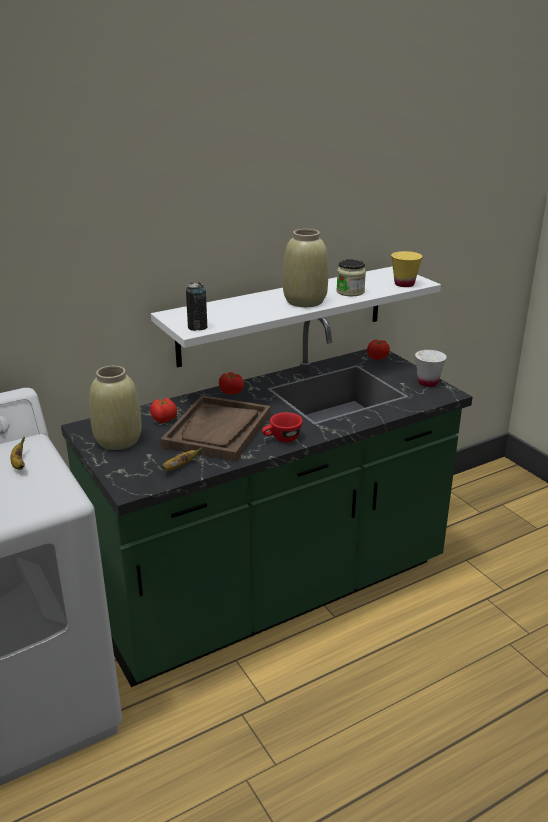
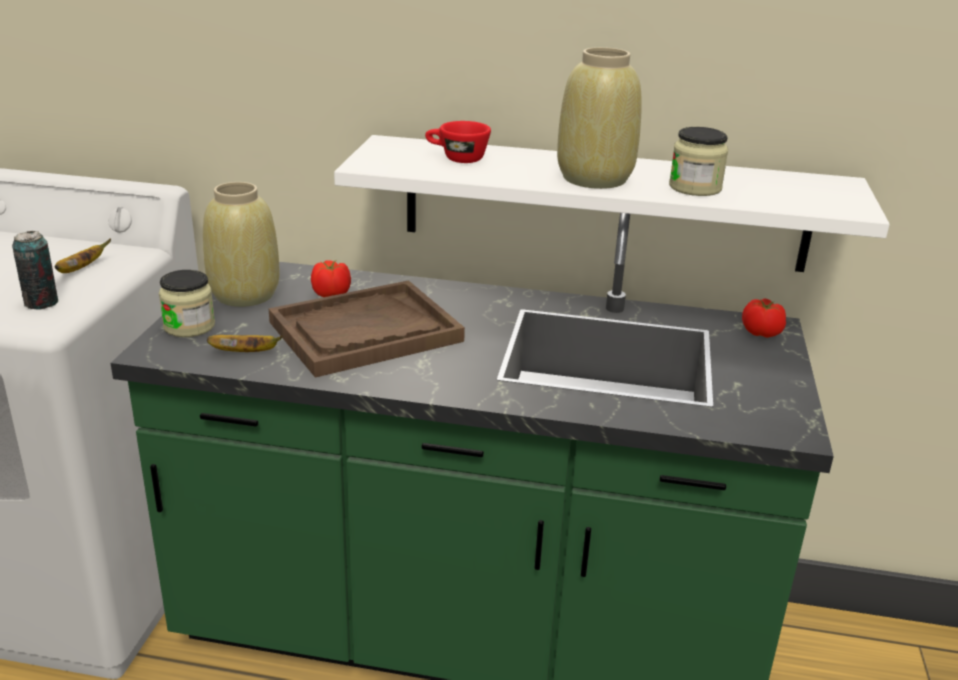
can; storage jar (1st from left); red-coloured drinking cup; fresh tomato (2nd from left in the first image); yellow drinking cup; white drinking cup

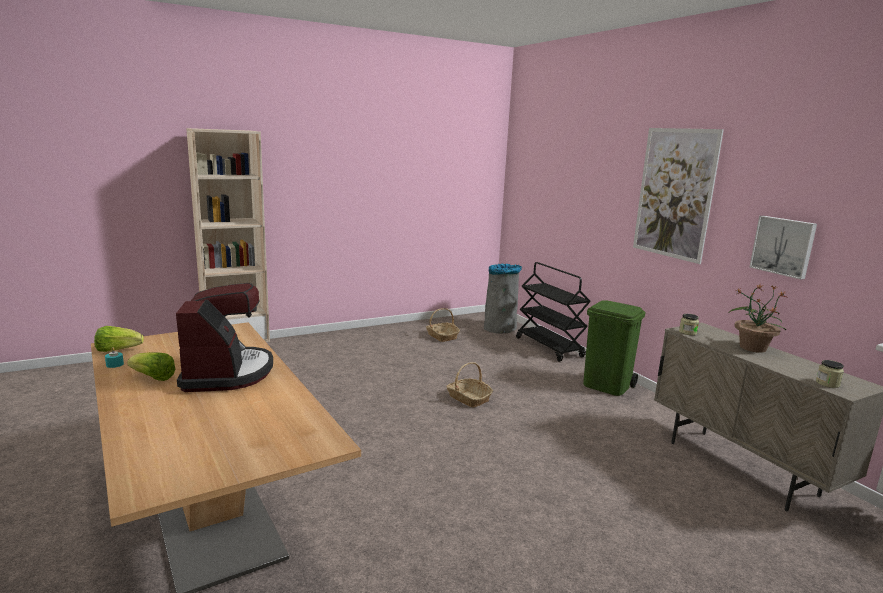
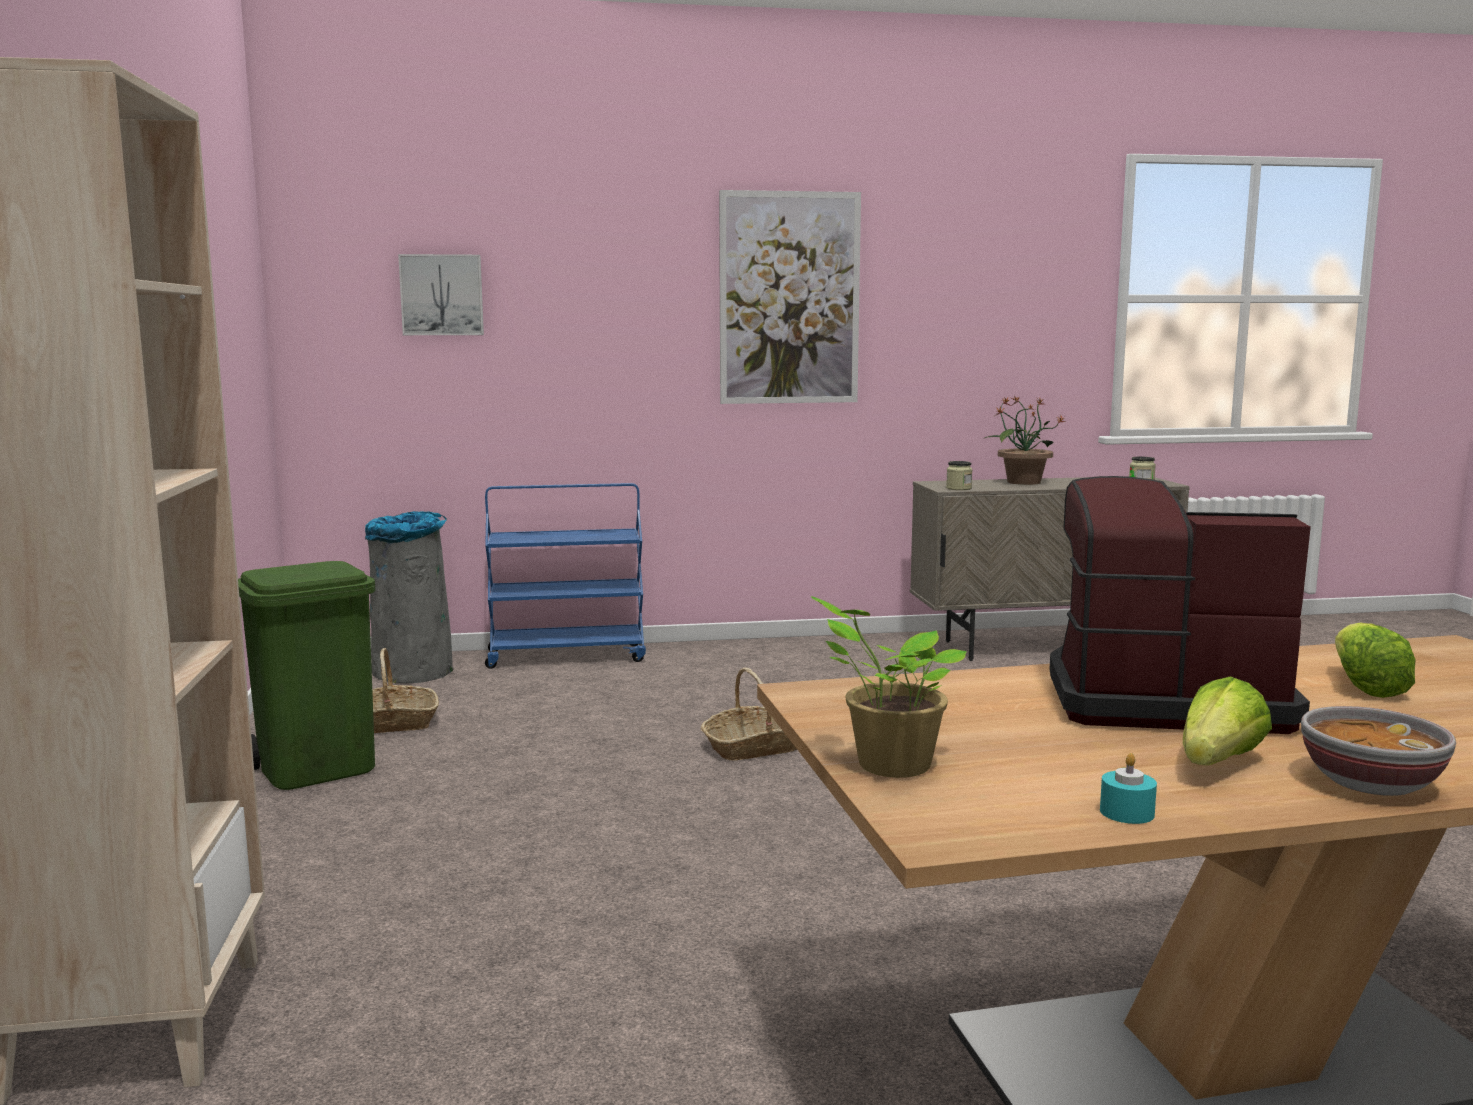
green-coloured rubbish bin; picture (1st from left); blue-coloured cart; houseplant (1st from left); serving bowl; head of lettuce (2nd from left)

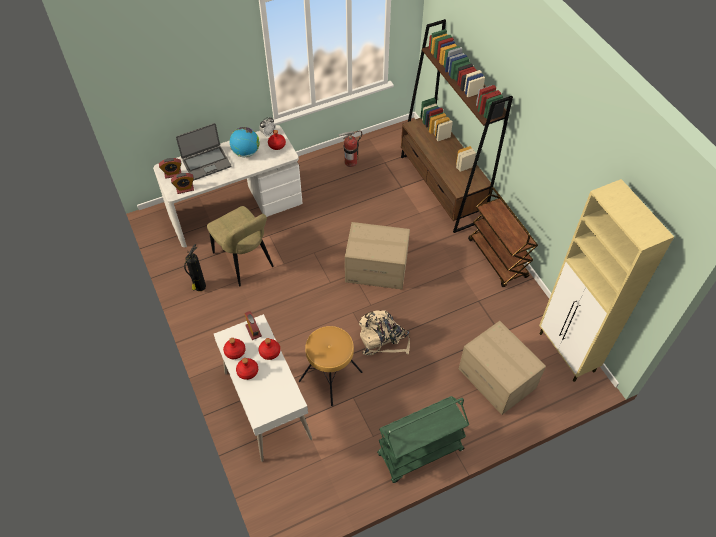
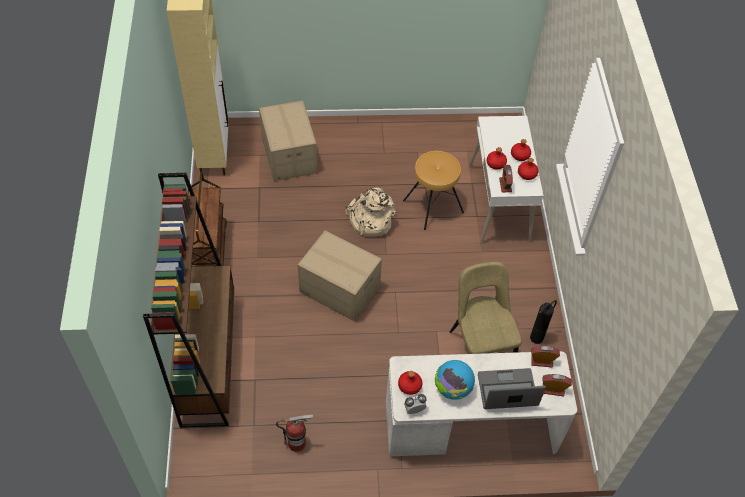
green-coloured cart

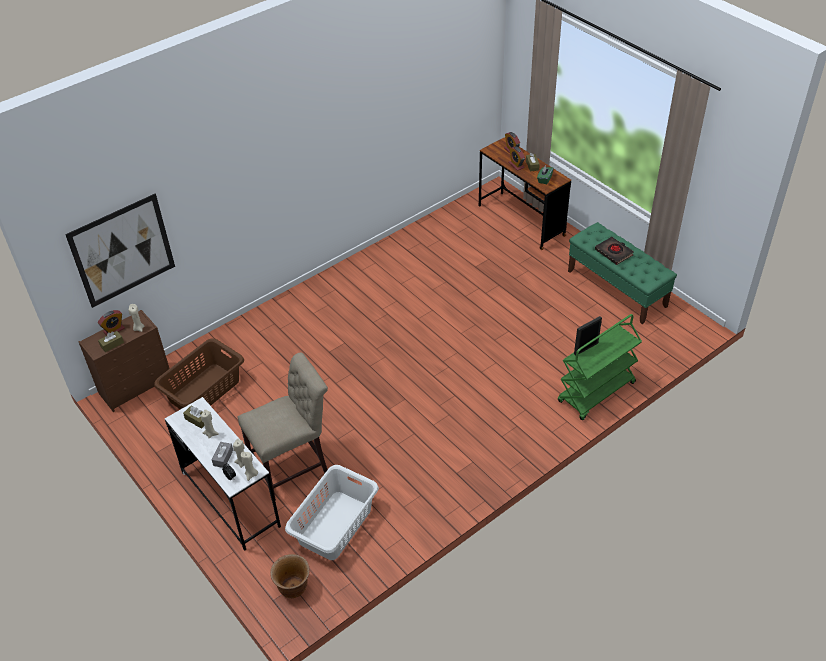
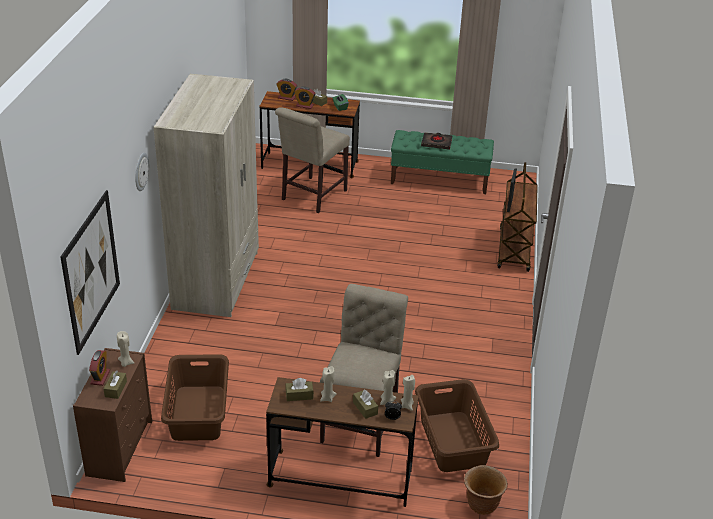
clock on the wall; sand-coloured wardrobe; brown-coloured desk table (2nd from left); sand-coloured plain chair (1st from left); brown-coloured box of tissues (4th from left); brown-coloured laundry basket (2nd from left); brown-coloured cart

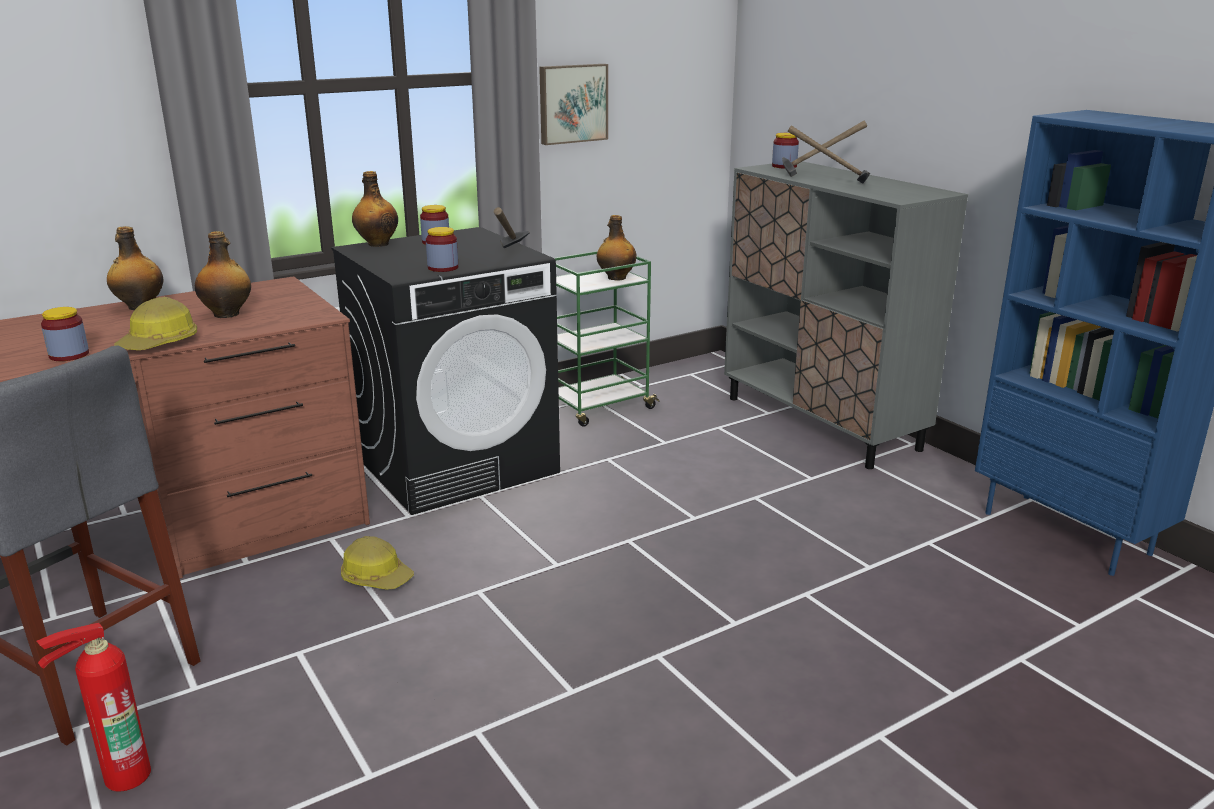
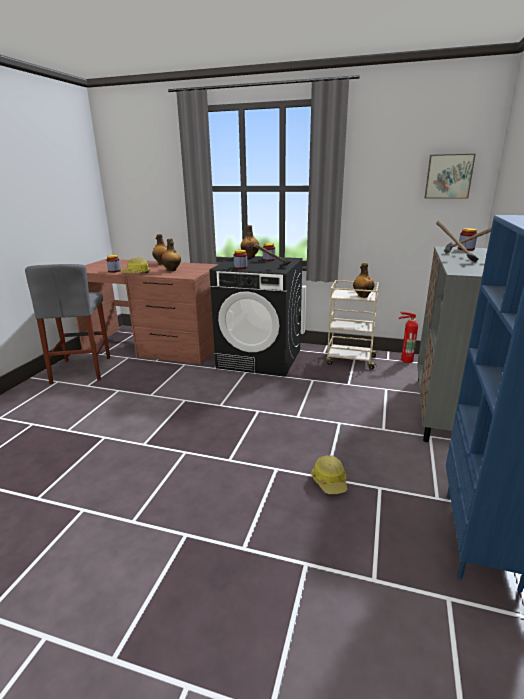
hard hat (2nd from left); sand-coloured cart; extinguisher; picture

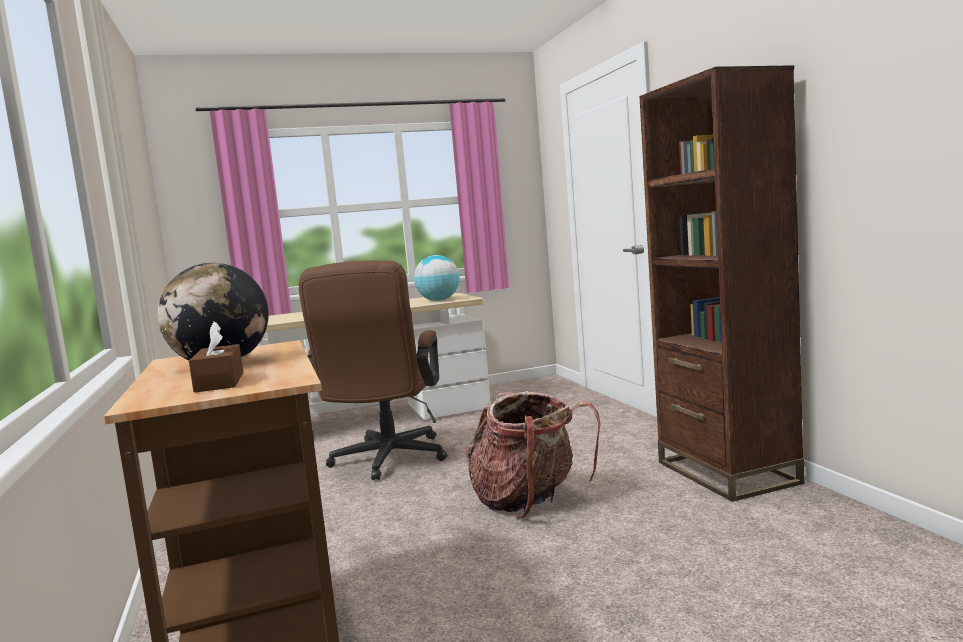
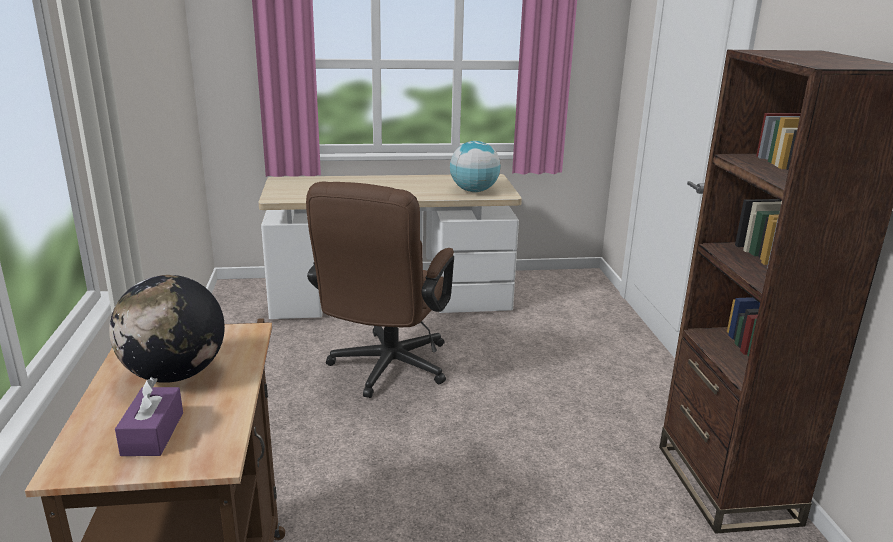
purplish box of tissues; knapsack

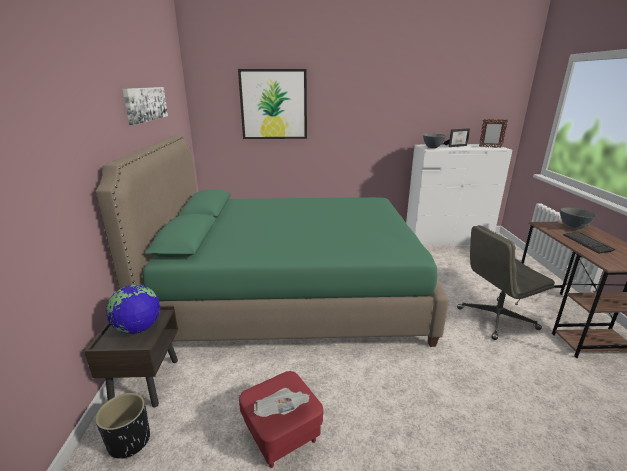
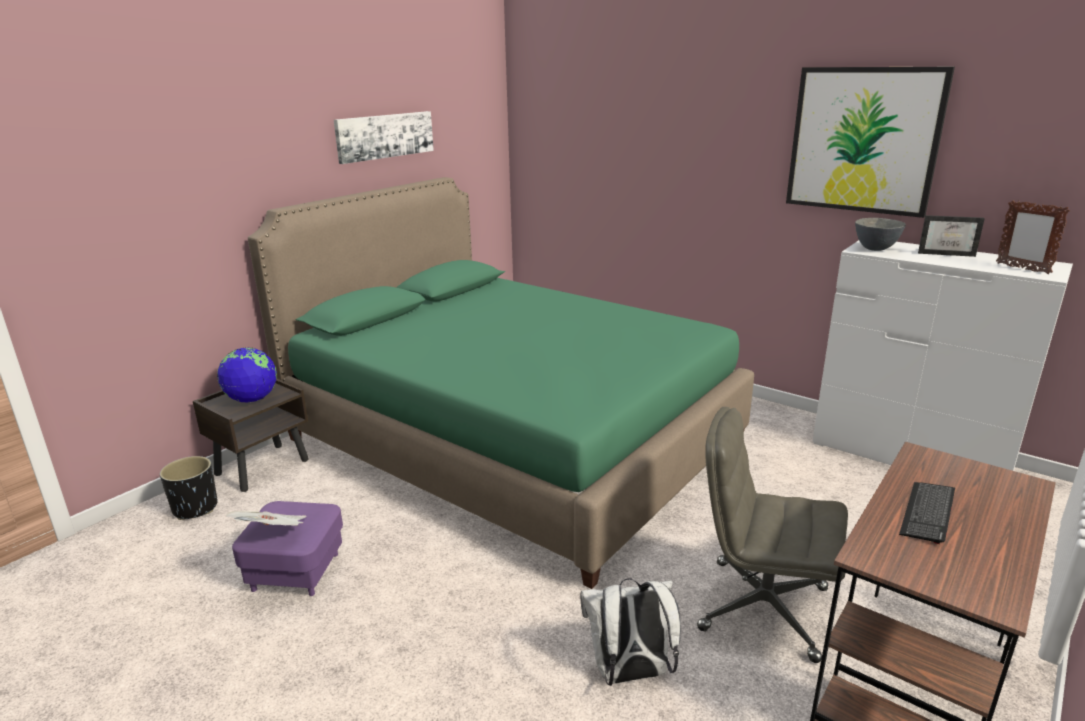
purplish footrest; white knapsack; picture (2nd from left); grey serving bowl (2nd from left in the first image)

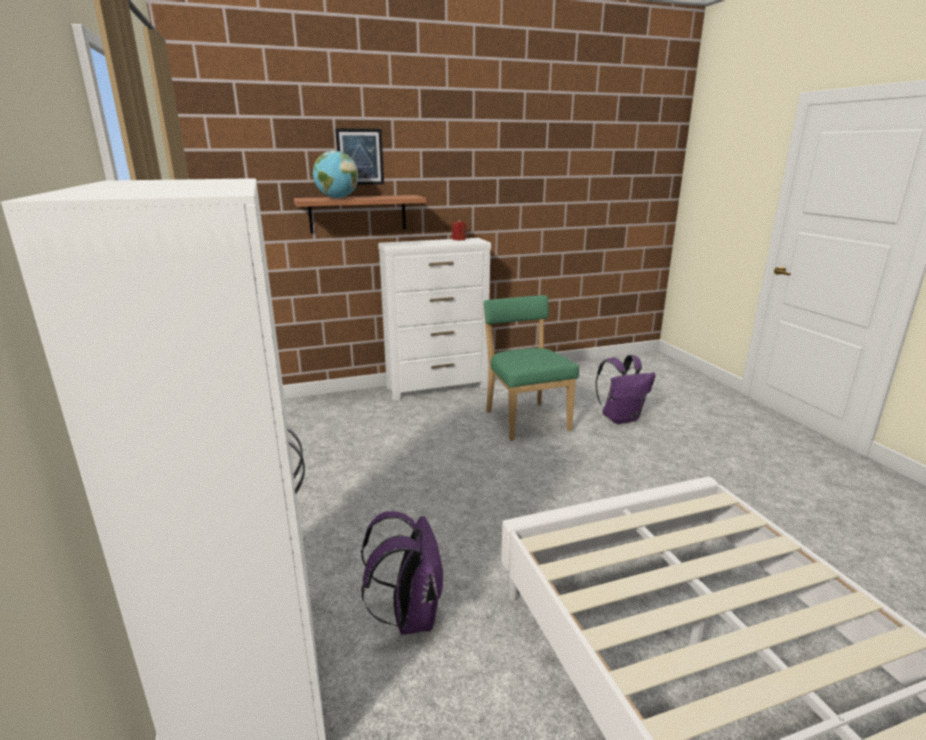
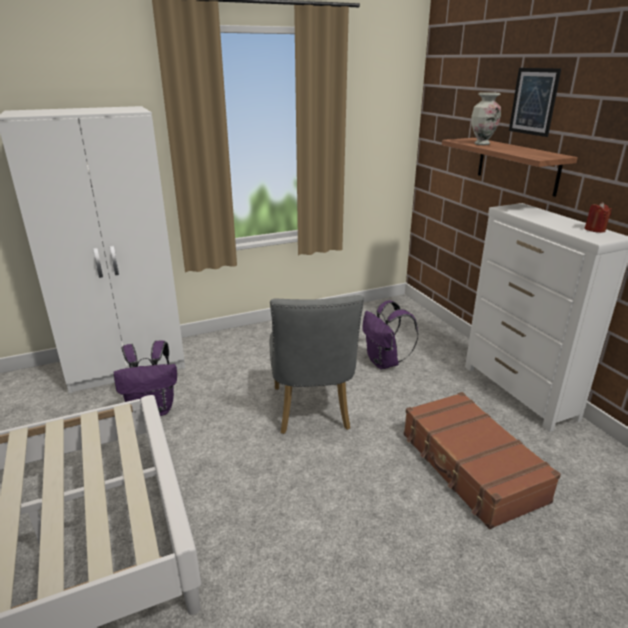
grey plain chair; purplish knapsack (2nd from left); brown-coloured travel case; decorative vase

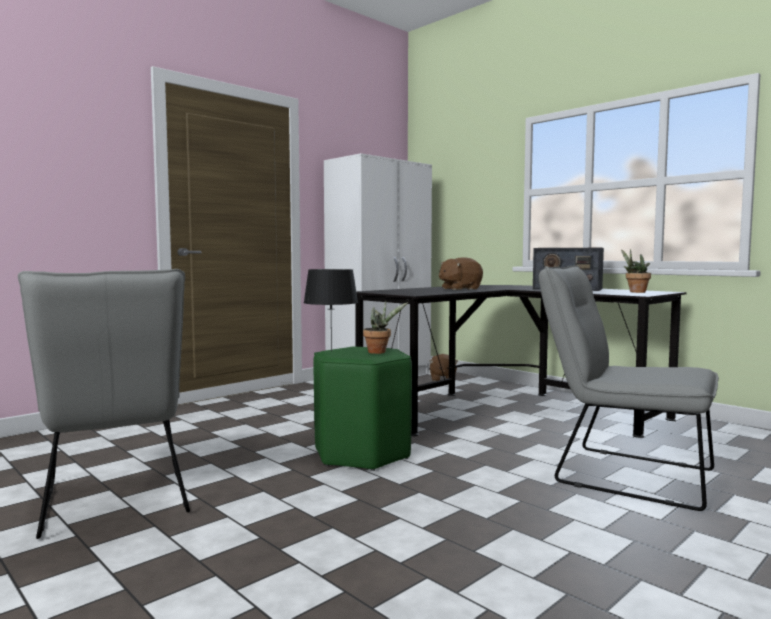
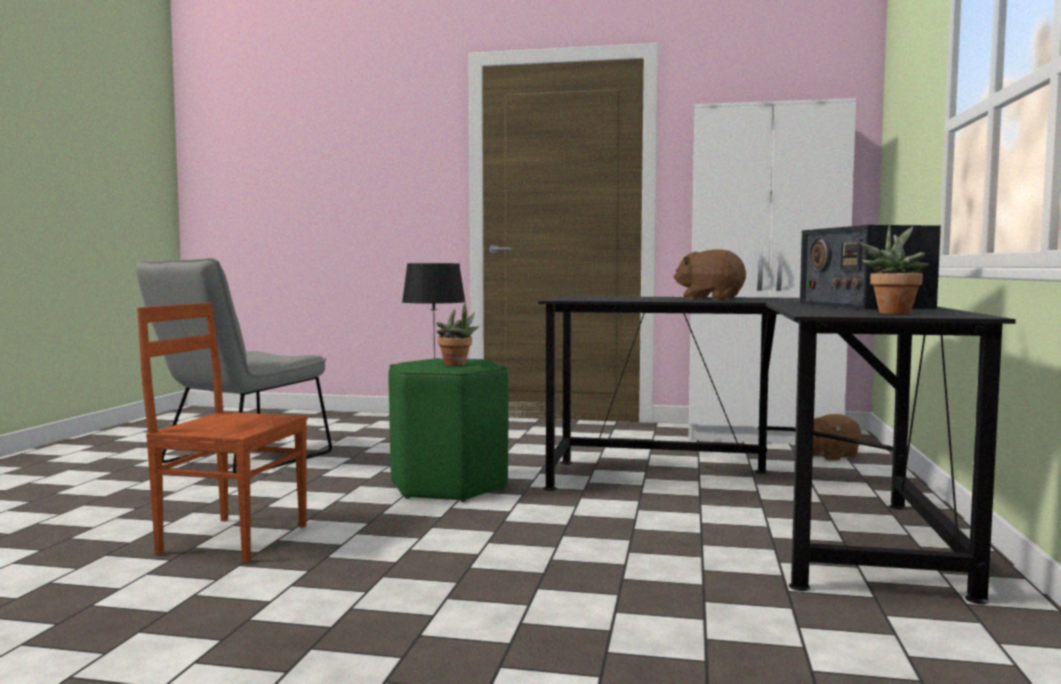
brown-coloured plain chair; grey plain chair (2nd from left in the first image)

